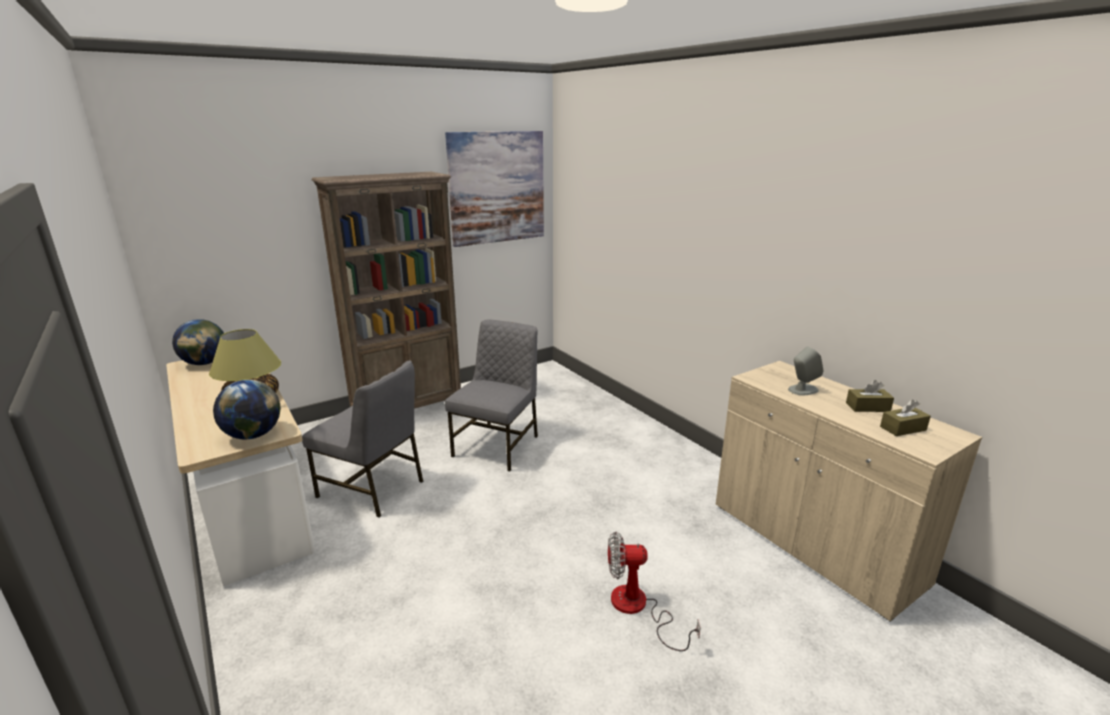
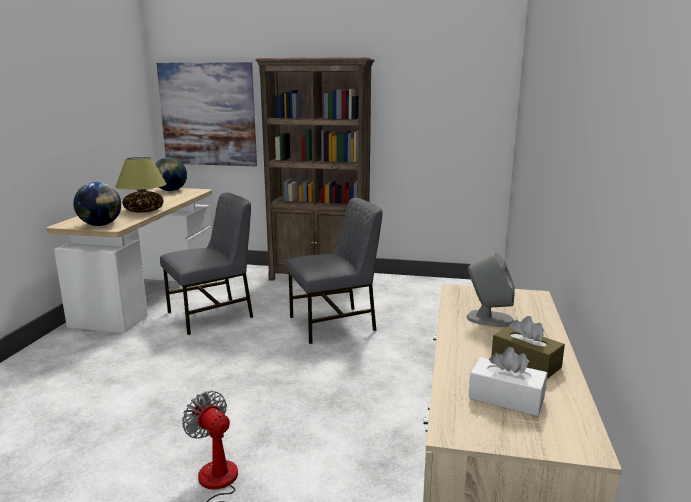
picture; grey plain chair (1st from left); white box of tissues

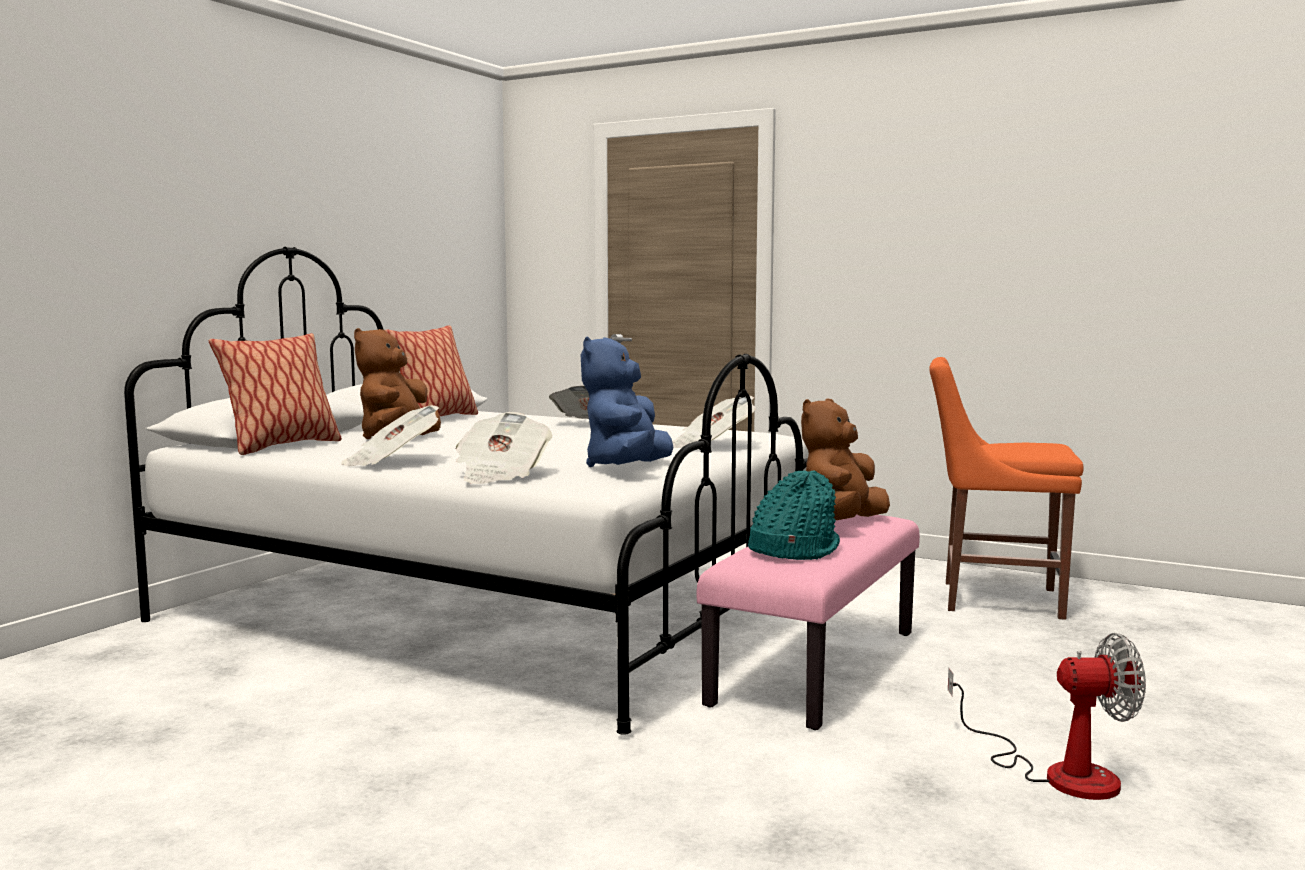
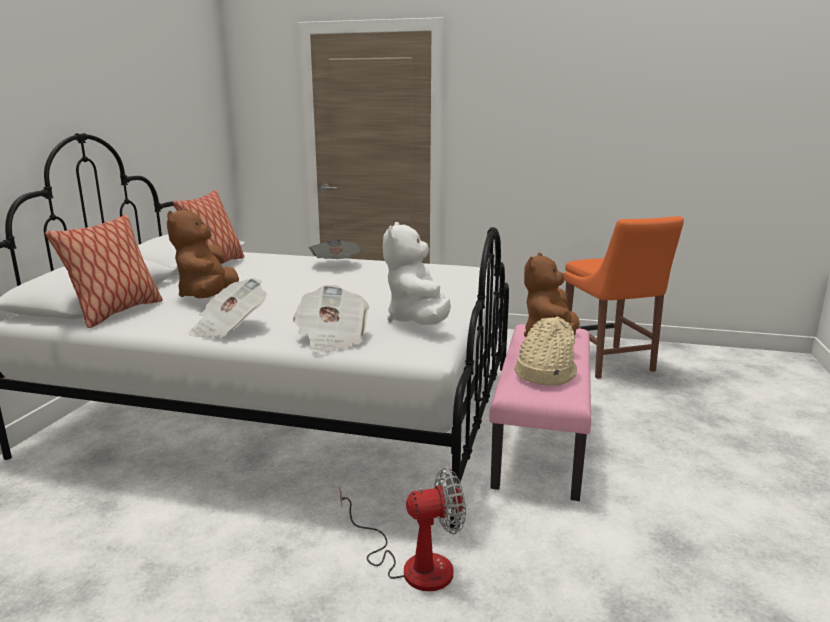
electric fan; white cuddly toy; sand-coloured clothing hat; orange plain chair; printed paper (4th from left in the first image)

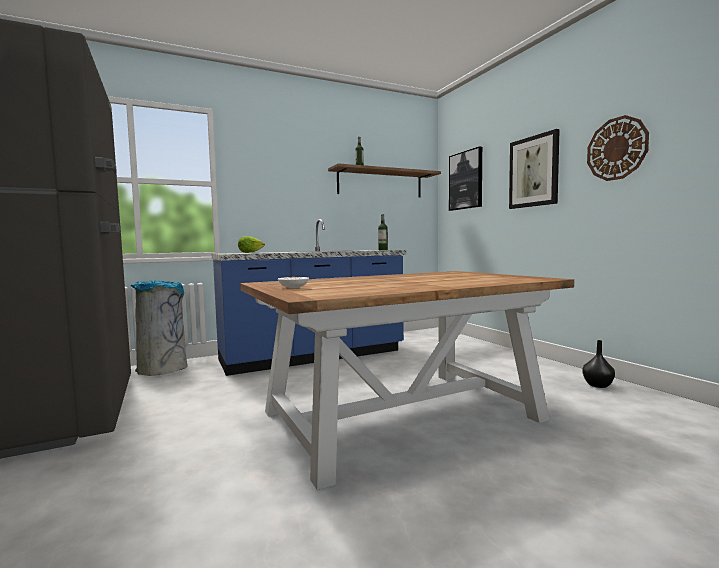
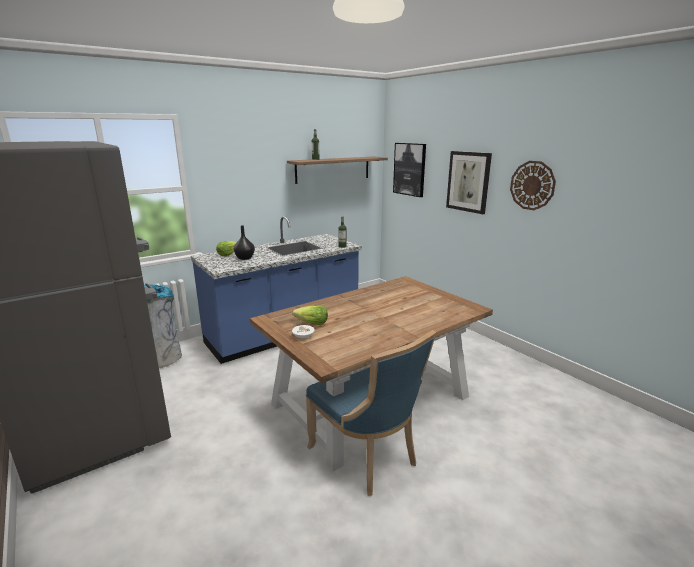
black decorative vase; head of lettuce (2nd from left); blue-coloured plain chair

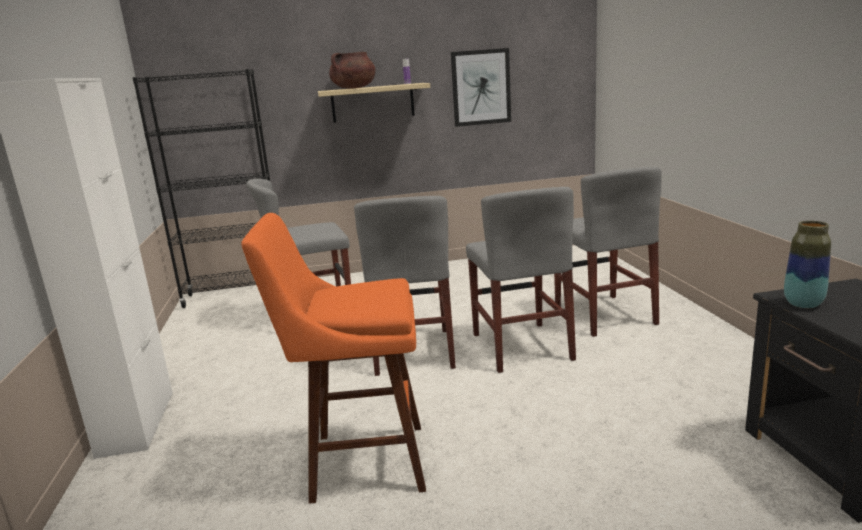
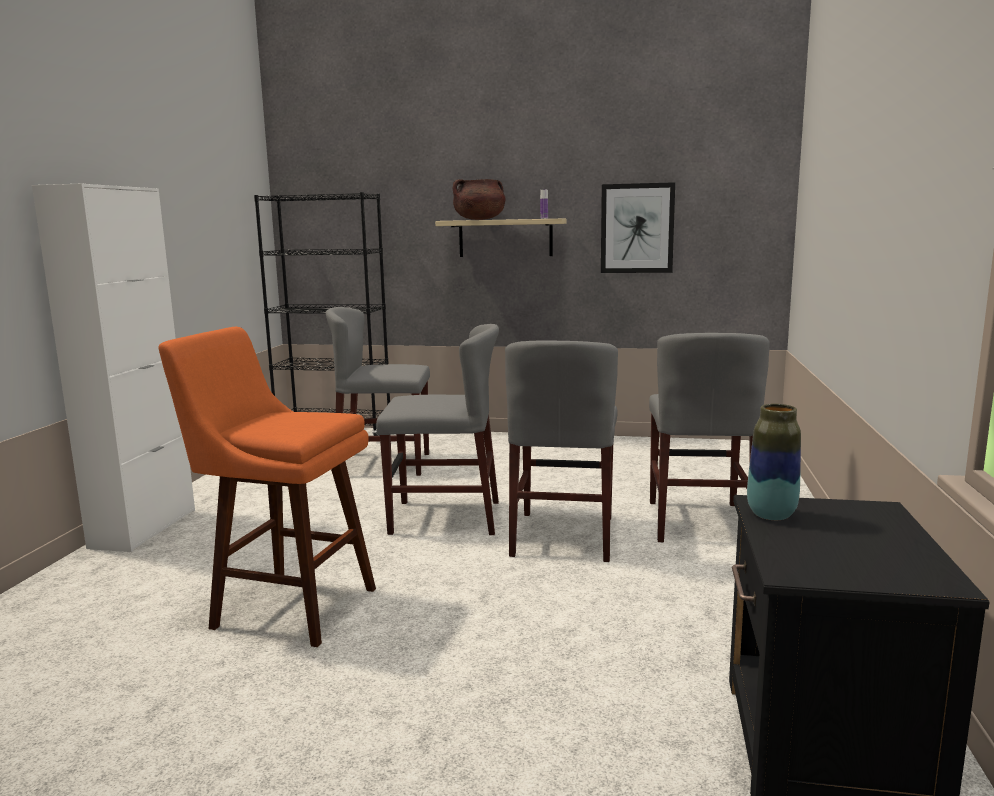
grey plain chair (2nd from left)

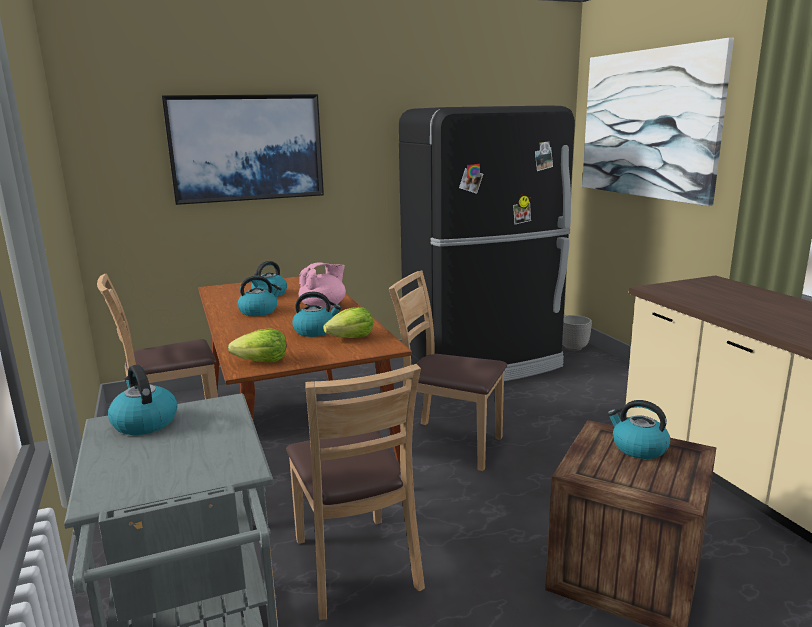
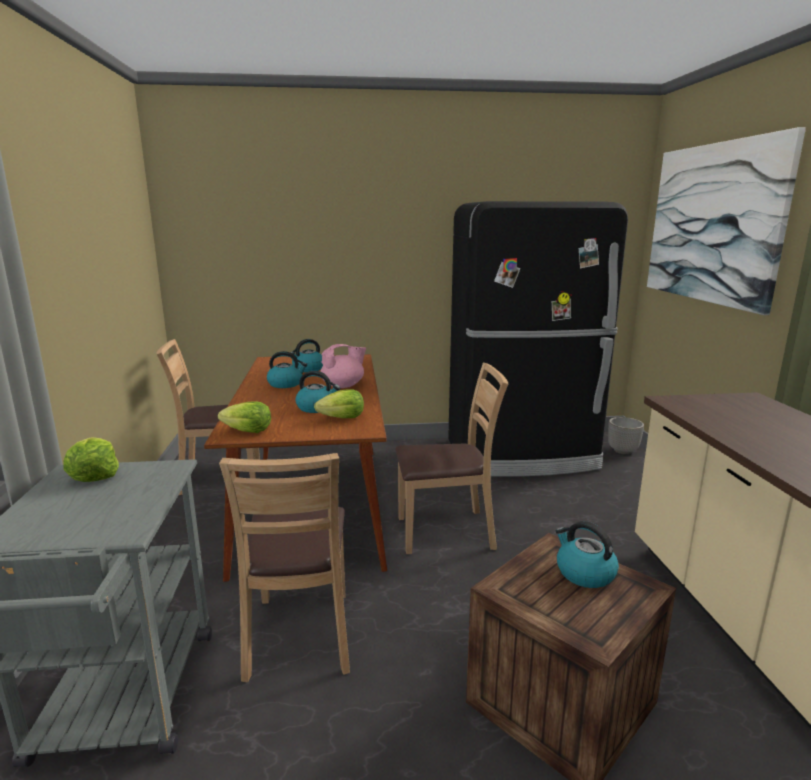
head of lettuce (1st from left); brown-coloured plain chair (3rd from left); picture (1st from left in the first image)

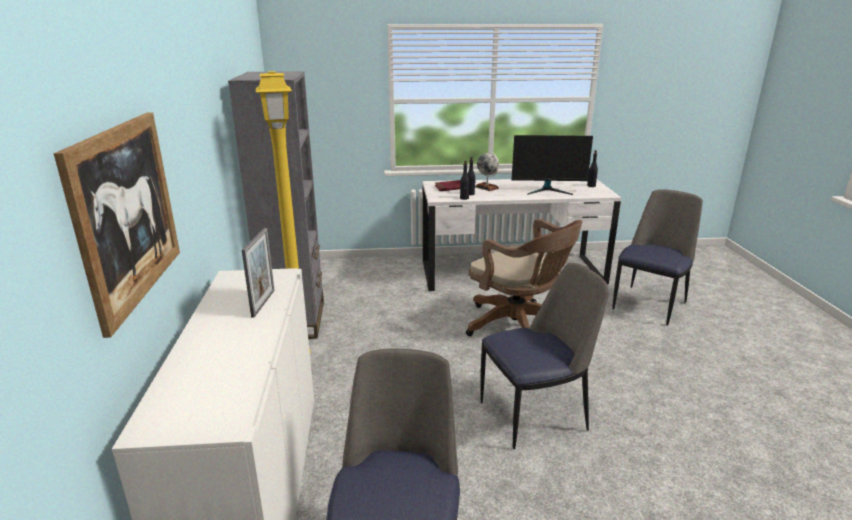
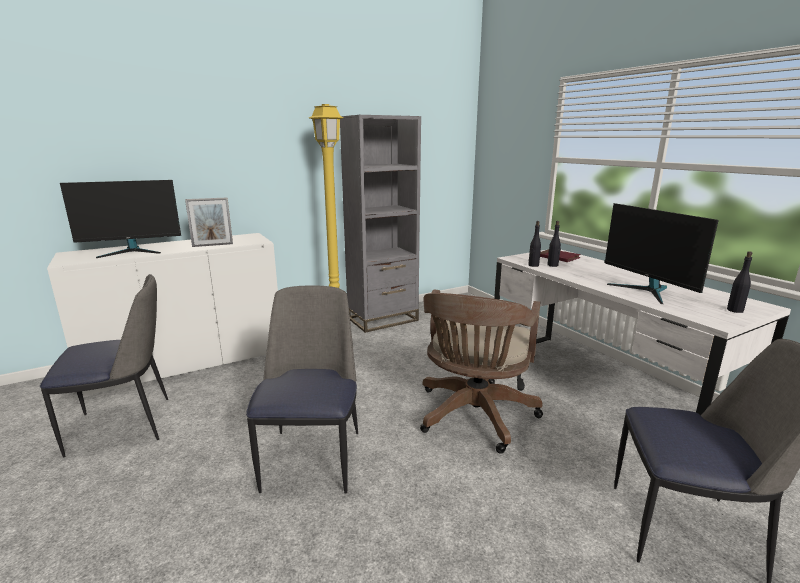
monitor (1st from left); plain chair (2nd from left); picture; desk globe

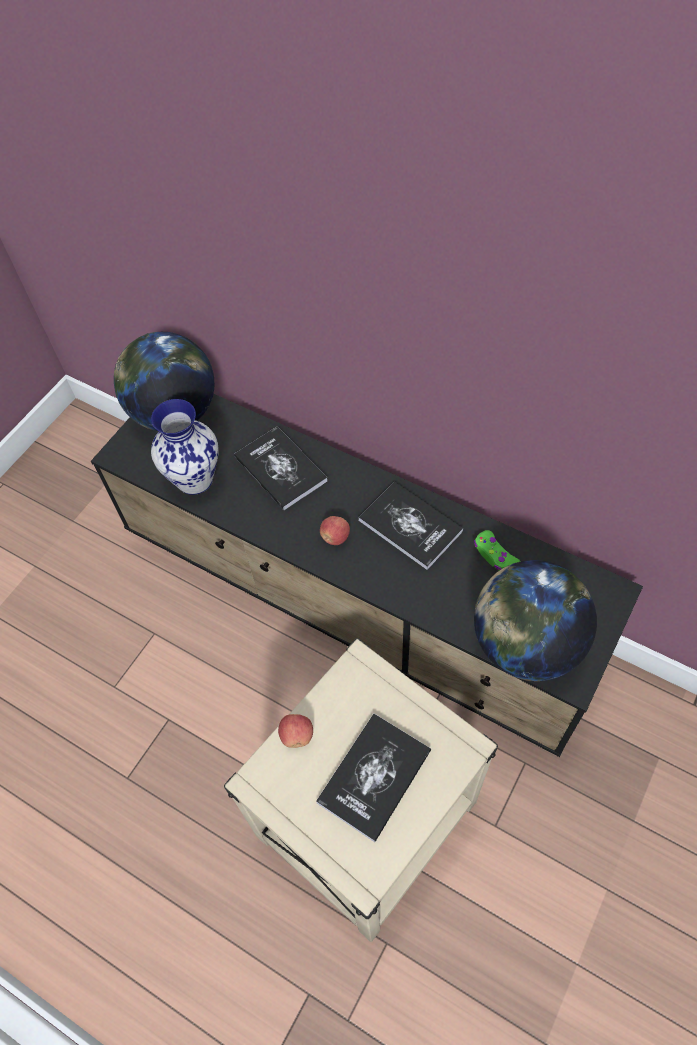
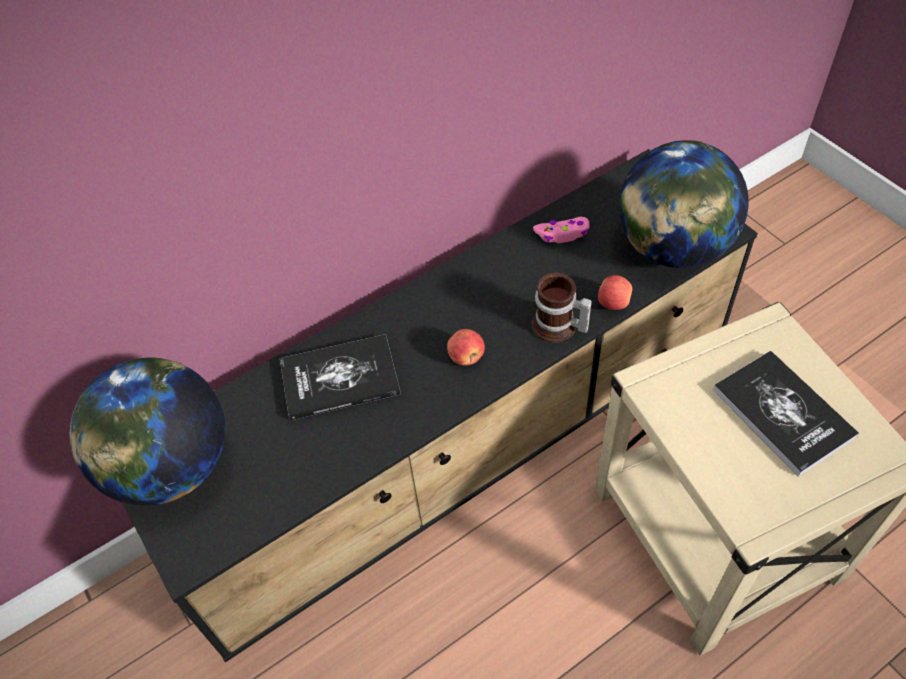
tea mug; pink-coloured gamepad; apple (2nd from left); decorative vase; book (3rd from left in the first image)

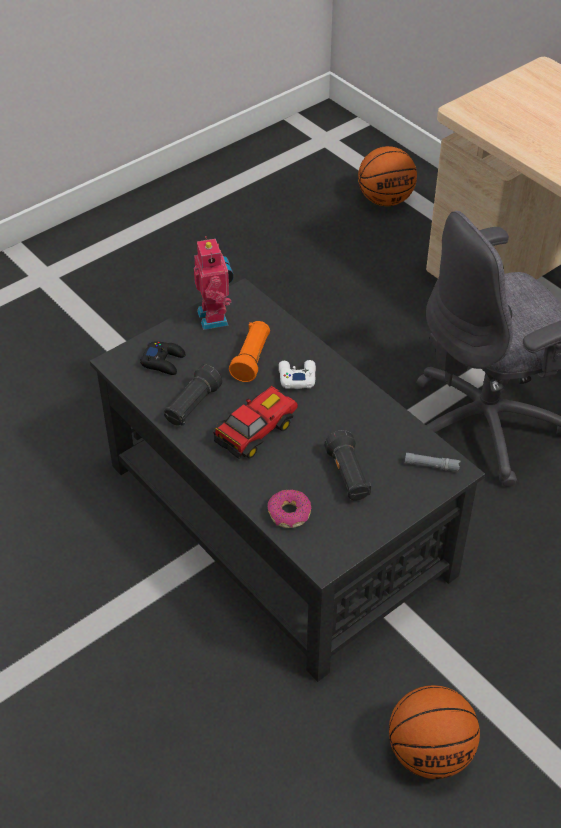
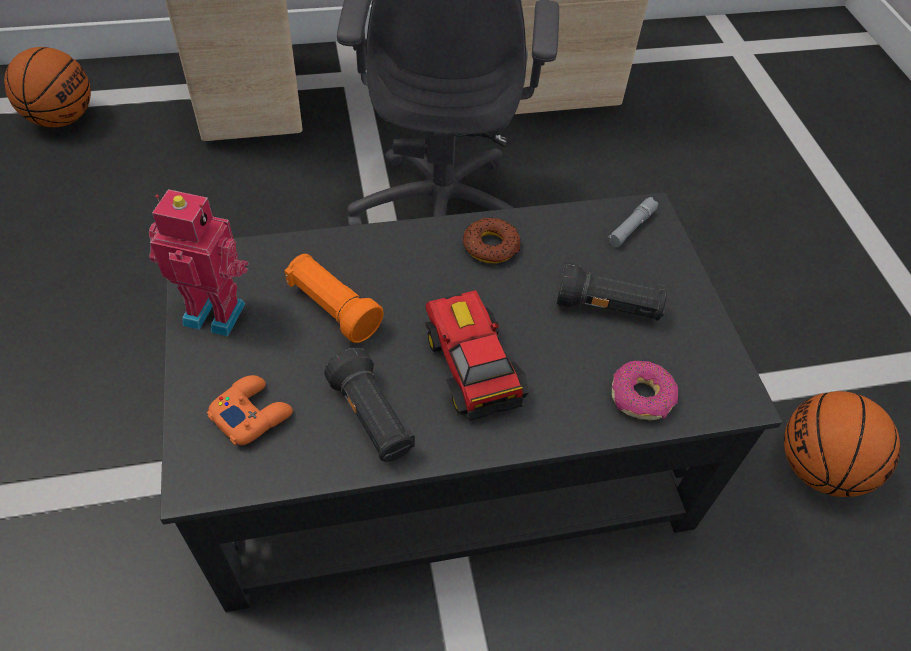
orange gamepad; ring doughnut (1st from left); white gamepad

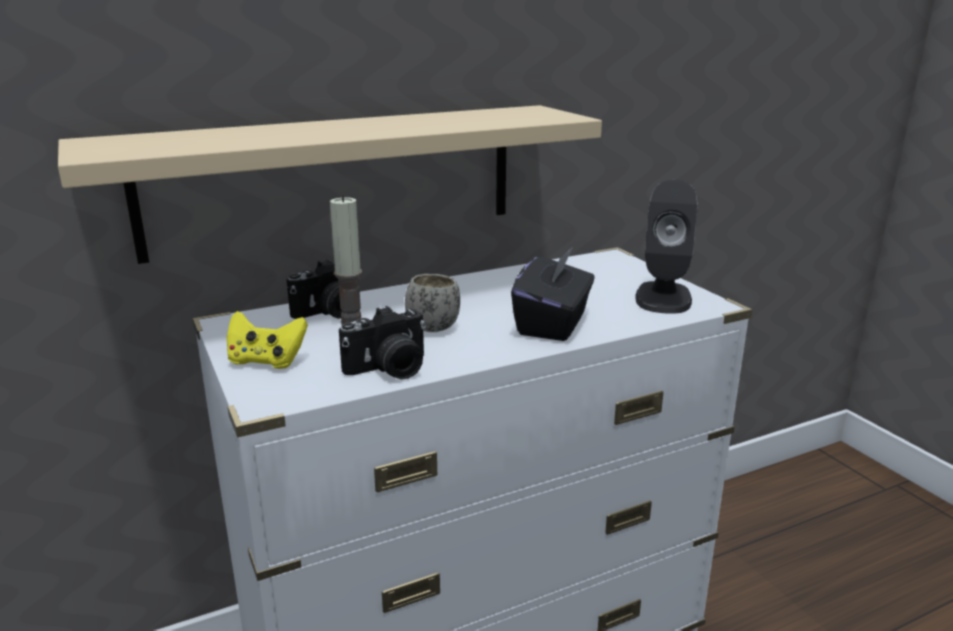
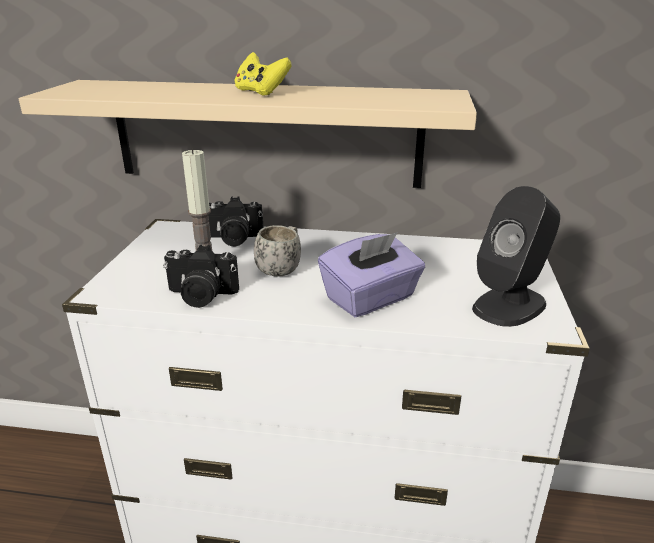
yellow gamepad; purplish box of tissues

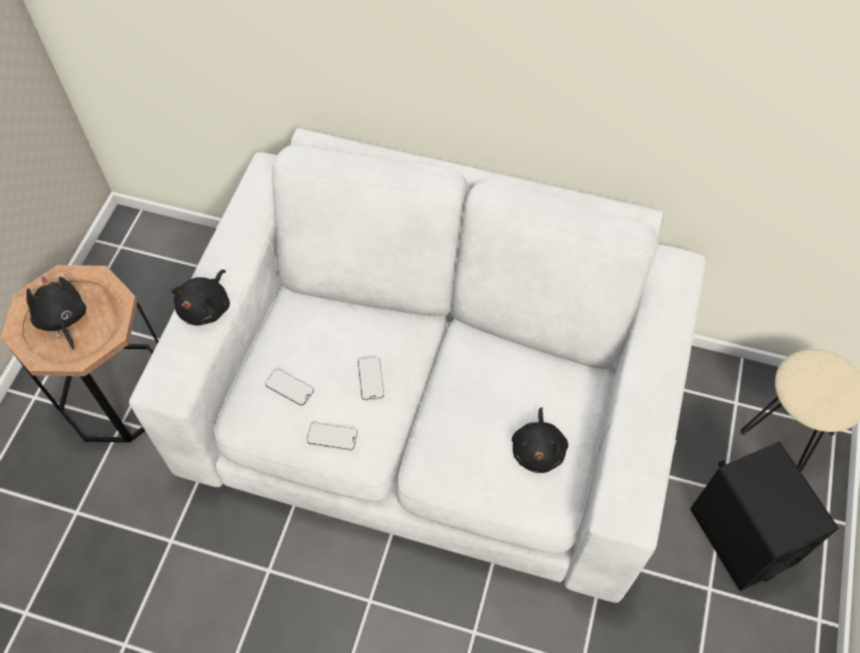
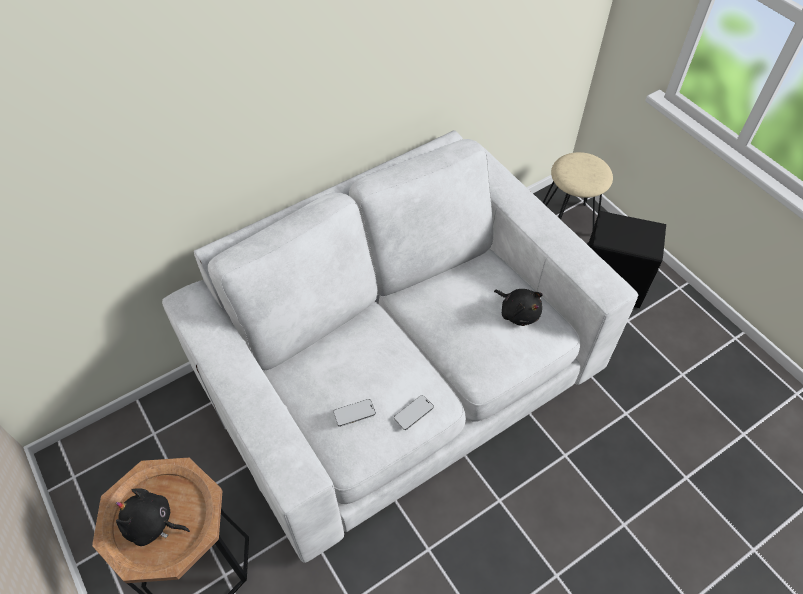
black cuddly toy (2nd from left in the first image); handset (3rd from left in the first image)

